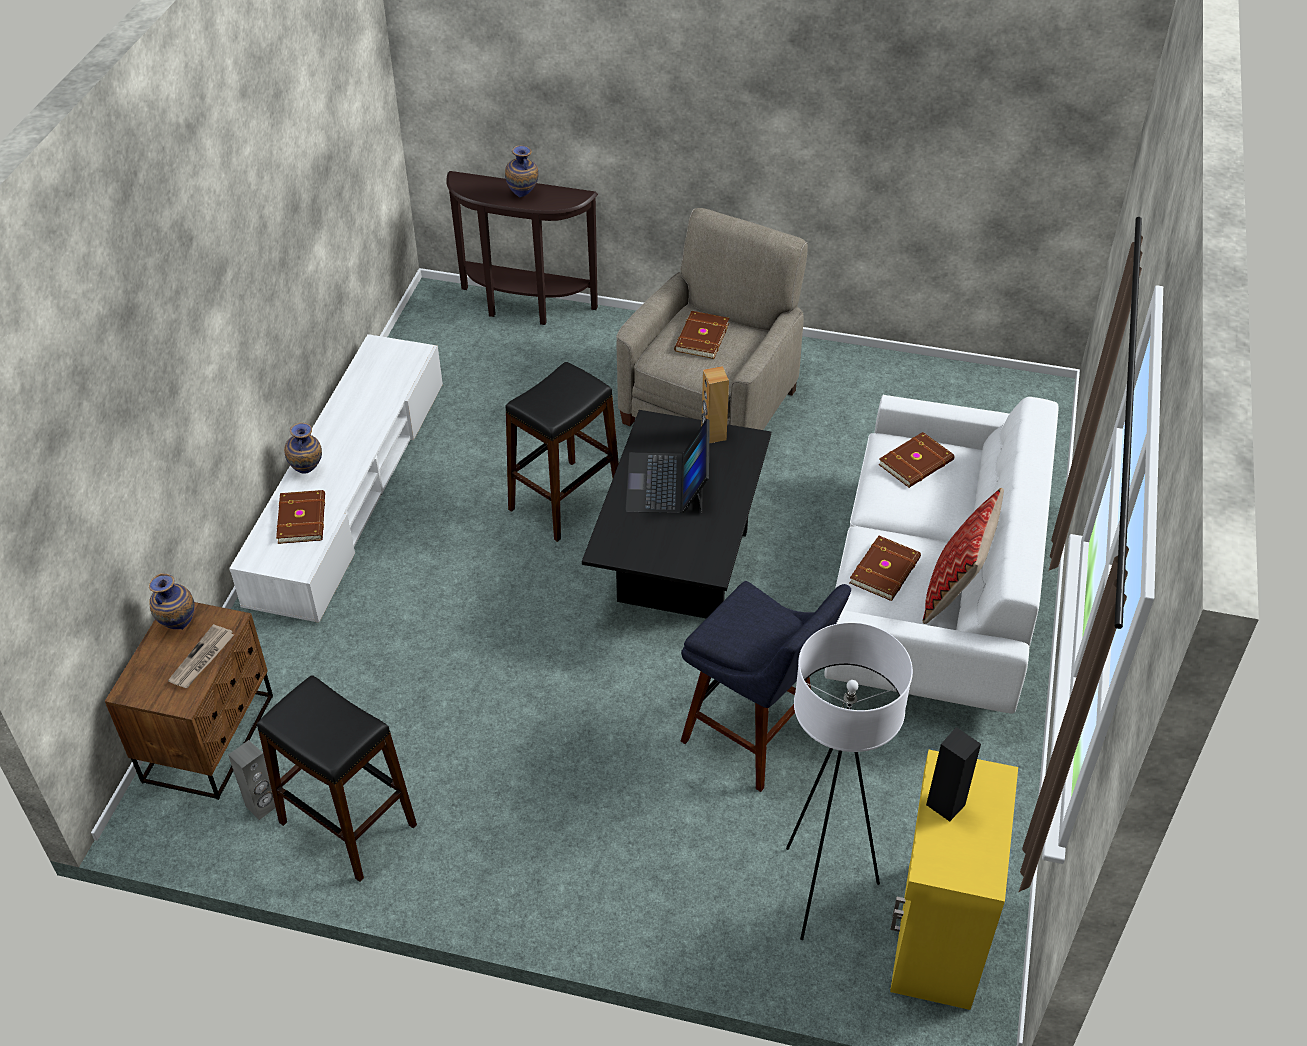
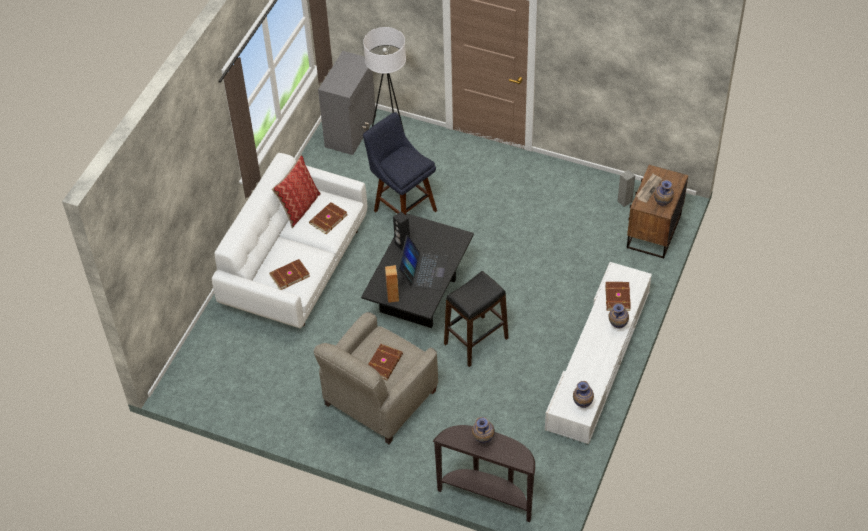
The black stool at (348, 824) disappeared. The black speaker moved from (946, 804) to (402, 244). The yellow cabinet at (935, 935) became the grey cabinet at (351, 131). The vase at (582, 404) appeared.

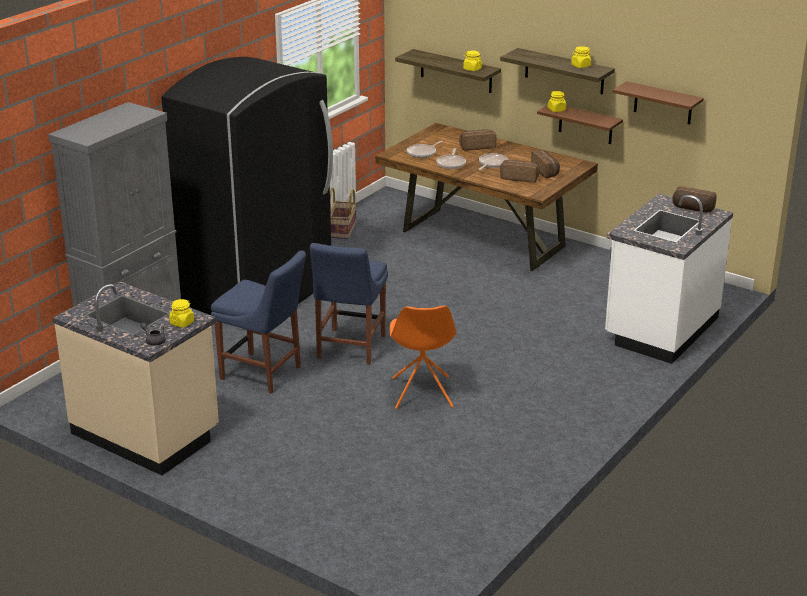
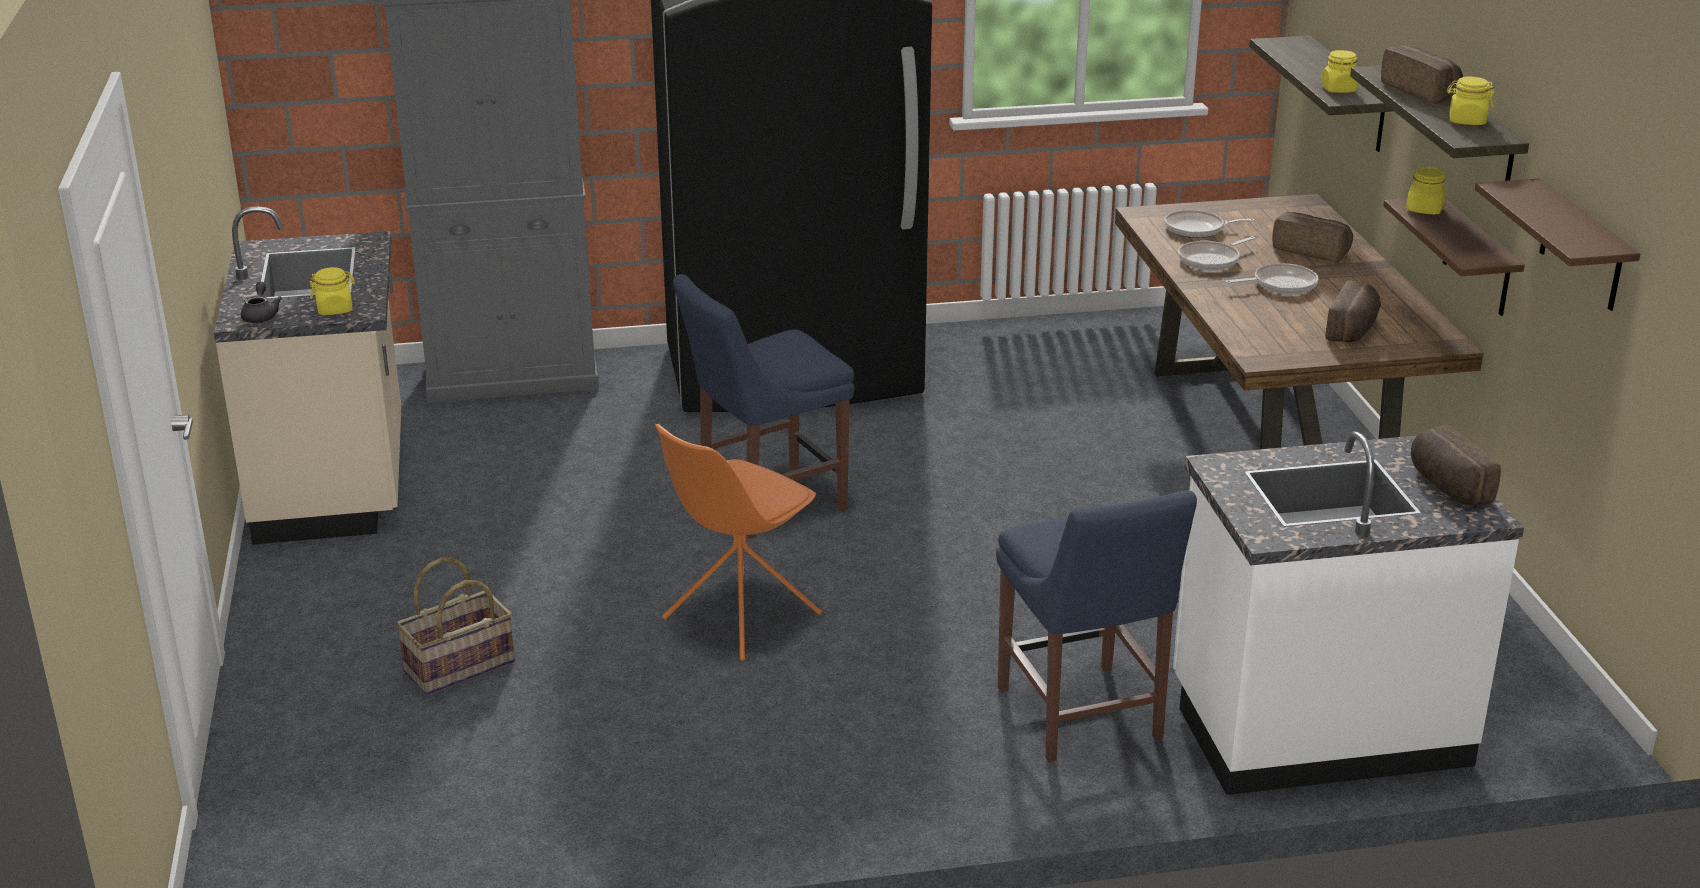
The bread moved from (519, 178) to (1422, 91). The basket moved from (343, 230) to (459, 668). The blue chair moved from (264, 374) to (1081, 718).

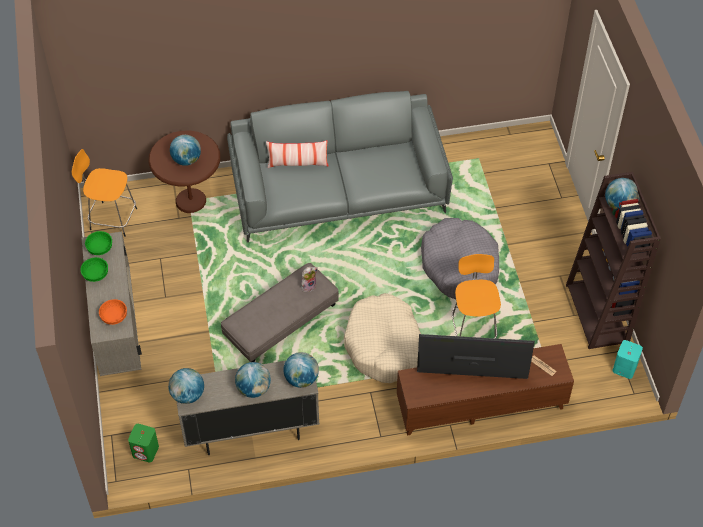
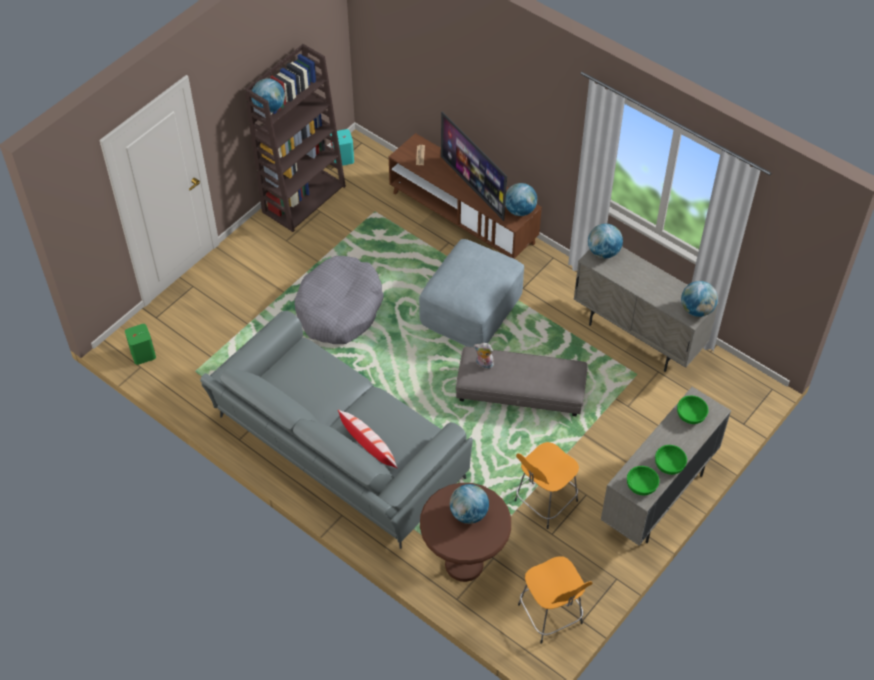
The orange stool moved from (473, 329) to (544, 502). The beige dog bed at (384, 346) was replaced by the grey ottoman at (471, 307). The orange bowl at (114, 316) became the green bowl at (690, 415). The globe moved from (253, 389) to (520, 210). The green speaker moved from (146, 451) to (143, 354).

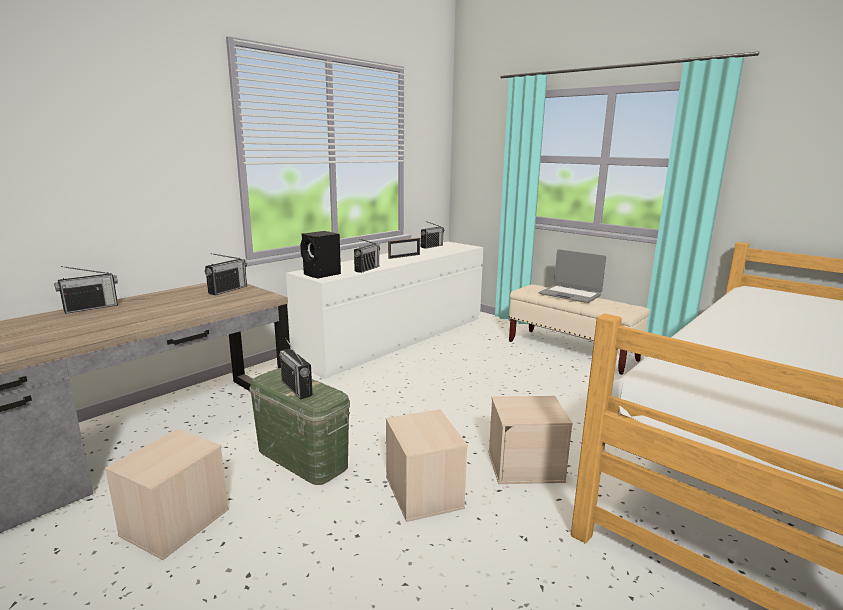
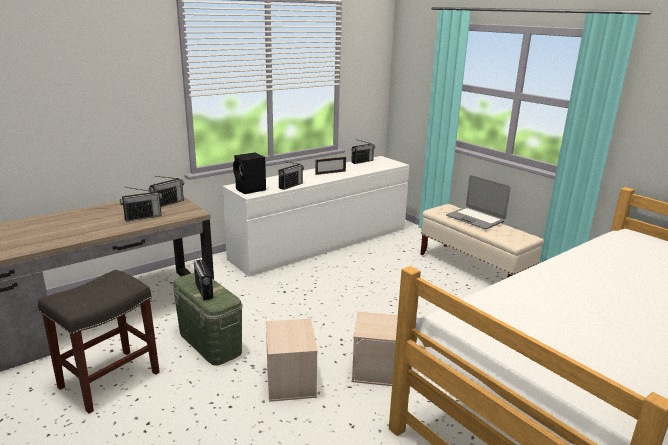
The radio moved from (91, 308) to (143, 217). The beige storage box at (175, 523) was replaced by the grey stool at (108, 381).

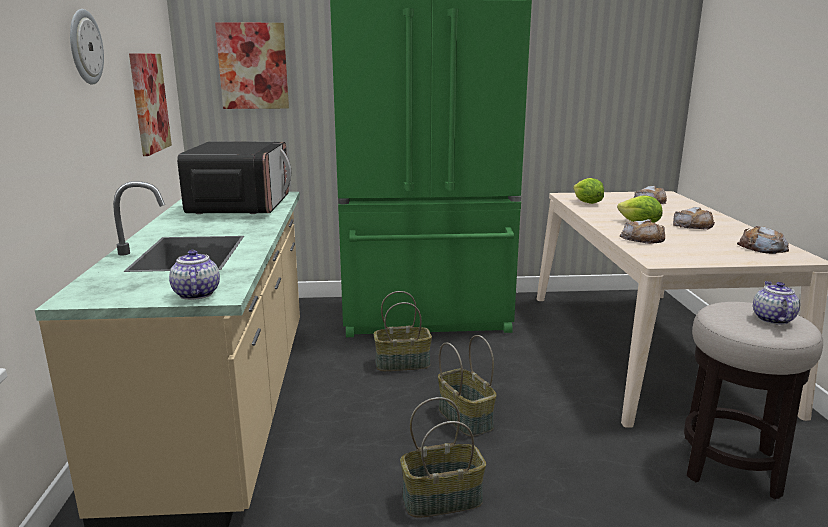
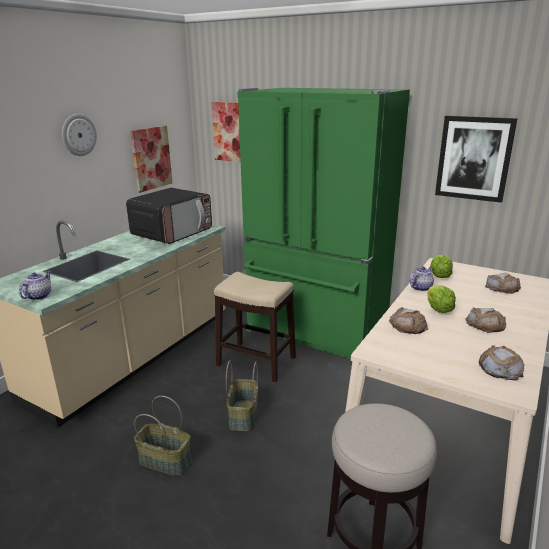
The teapot moved from (772, 319) to (420, 287). The basket at (403, 363) was replaced by the stool at (257, 361). The picture at (474, 158) appeared.

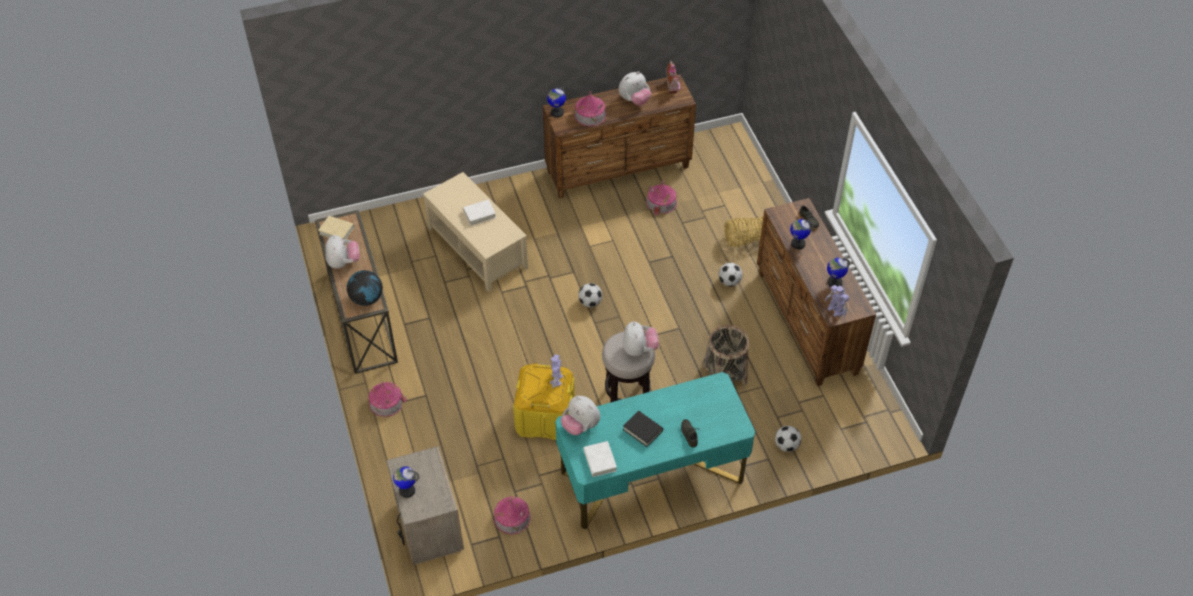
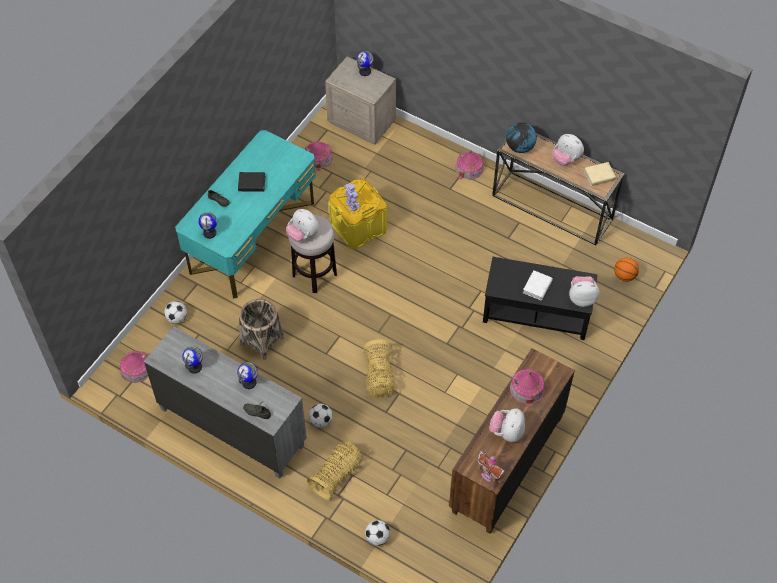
The globe moved from (557, 112) to (210, 233). The beige coffee table at (477, 248) became the black coffee table at (536, 312). The toy house moved from (661, 202) to (136, 369). The brown dresser at (806, 323) became the grey dresser at (232, 426). The football moved from (590, 302) to (377, 537). The toy robot at (835, 310) disappeared. The plush toy moved from (580, 425) to (582, 298). The white book at (600, 461) disappeared. The basketball at (624, 276) appeared. The basket at (379, 377) appeared.

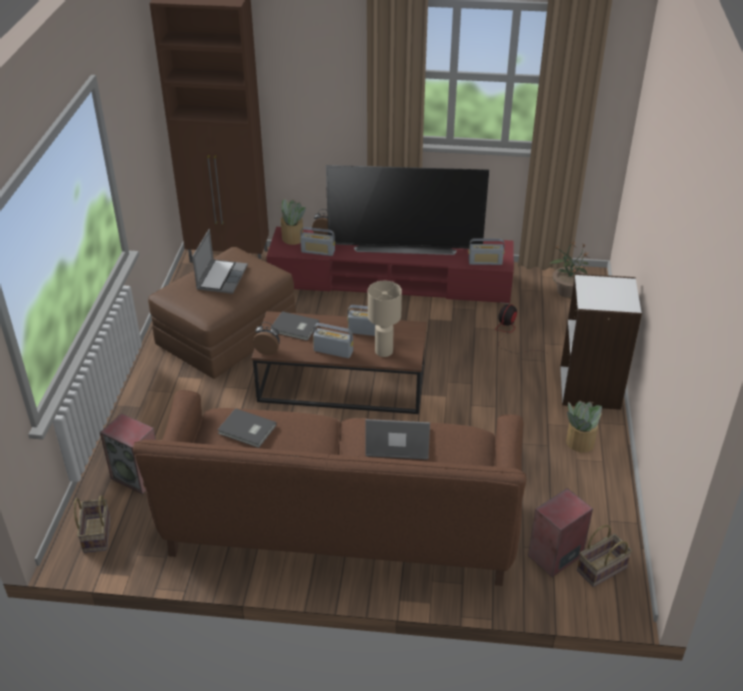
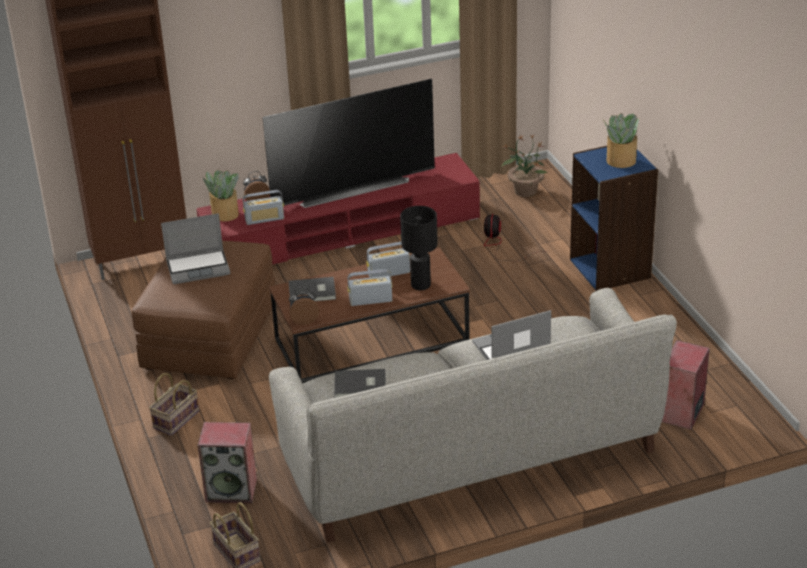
The laptop at (221, 277) turned 90 degrees clockwise. The radio at (485, 262) disappeared. The white bookcase at (590, 388) became the blue bookcase at (611, 268). The beige table lamp at (384, 351) became the black table lamp at (420, 285). The brown sofa at (340, 525) became the grey sofa at (472, 458). The potted plant moved from (579, 442) to (620, 161). The basket moved from (601, 570) to (176, 420).

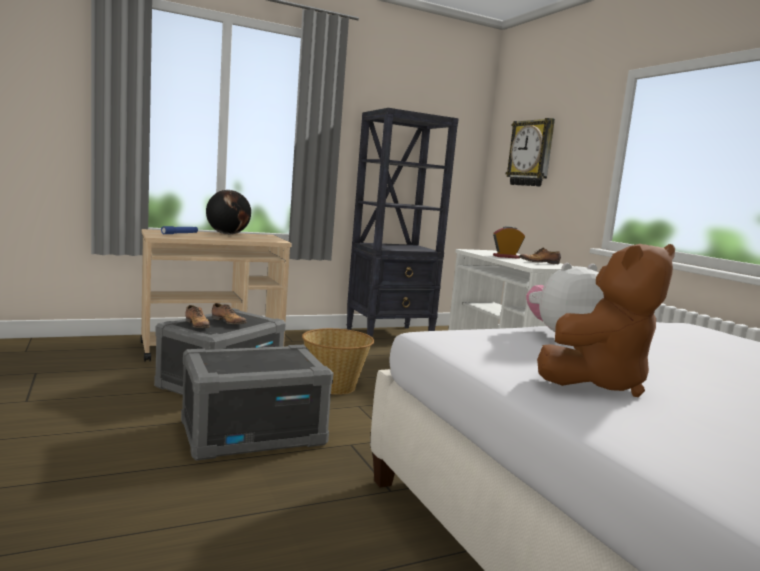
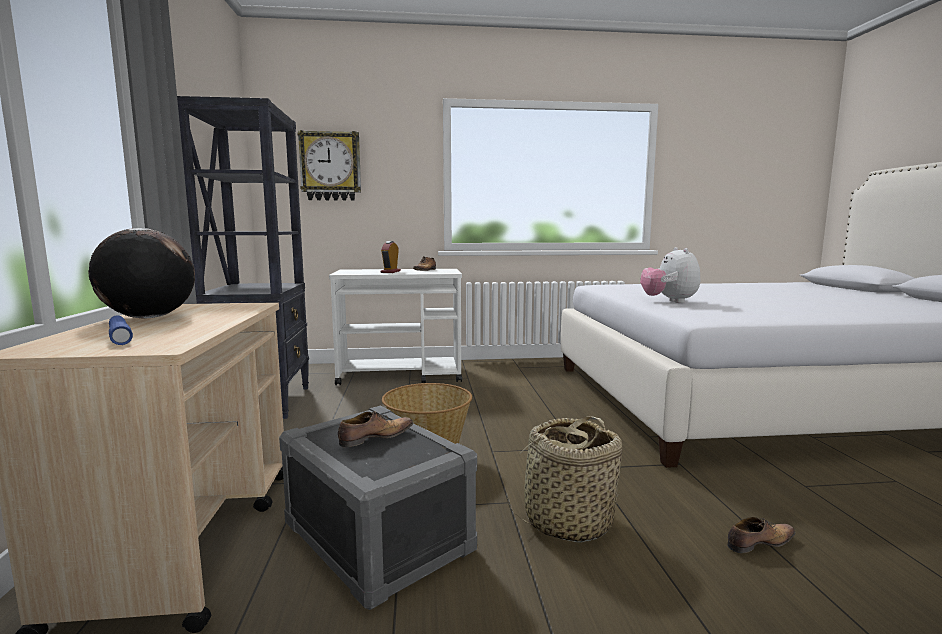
The brown plush toy at (597, 382) disappeared. The shoe moved from (197, 325) to (758, 543). The grey storage box at (253, 432) was replaced by the basket at (567, 521).

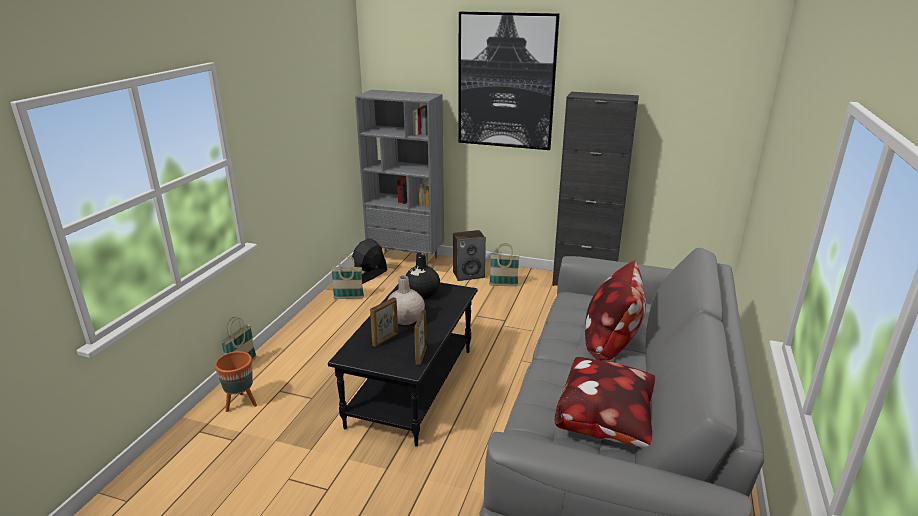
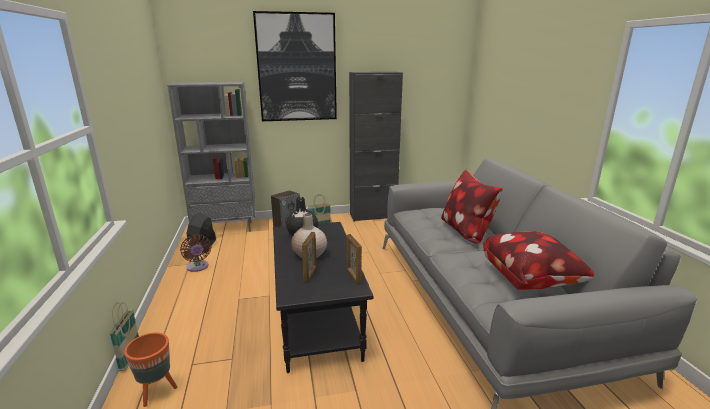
The basket at (349, 298) was replaced by the brown fan at (198, 267).

